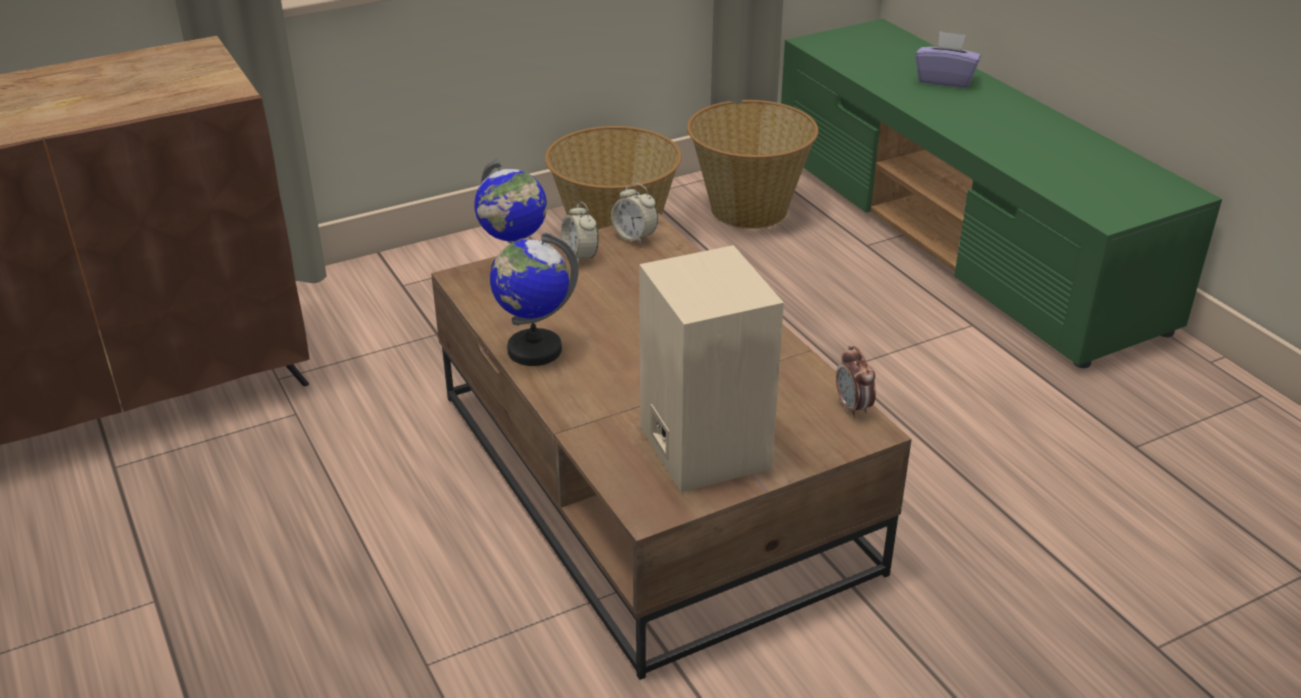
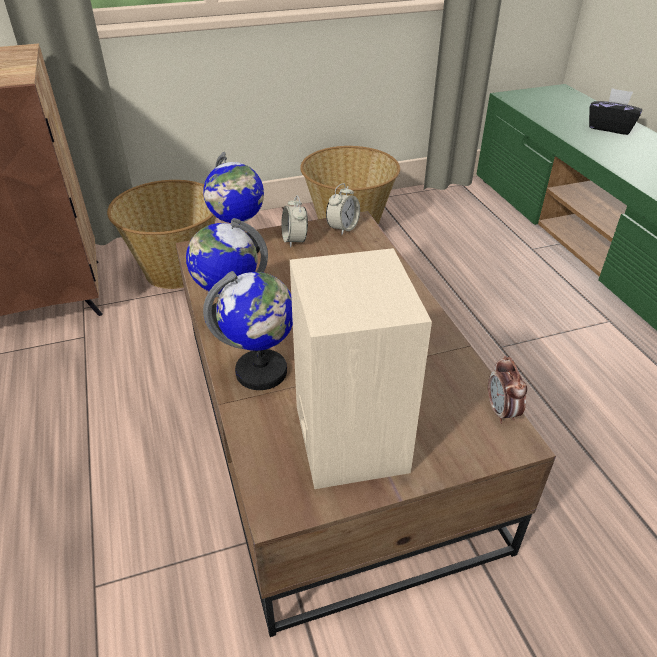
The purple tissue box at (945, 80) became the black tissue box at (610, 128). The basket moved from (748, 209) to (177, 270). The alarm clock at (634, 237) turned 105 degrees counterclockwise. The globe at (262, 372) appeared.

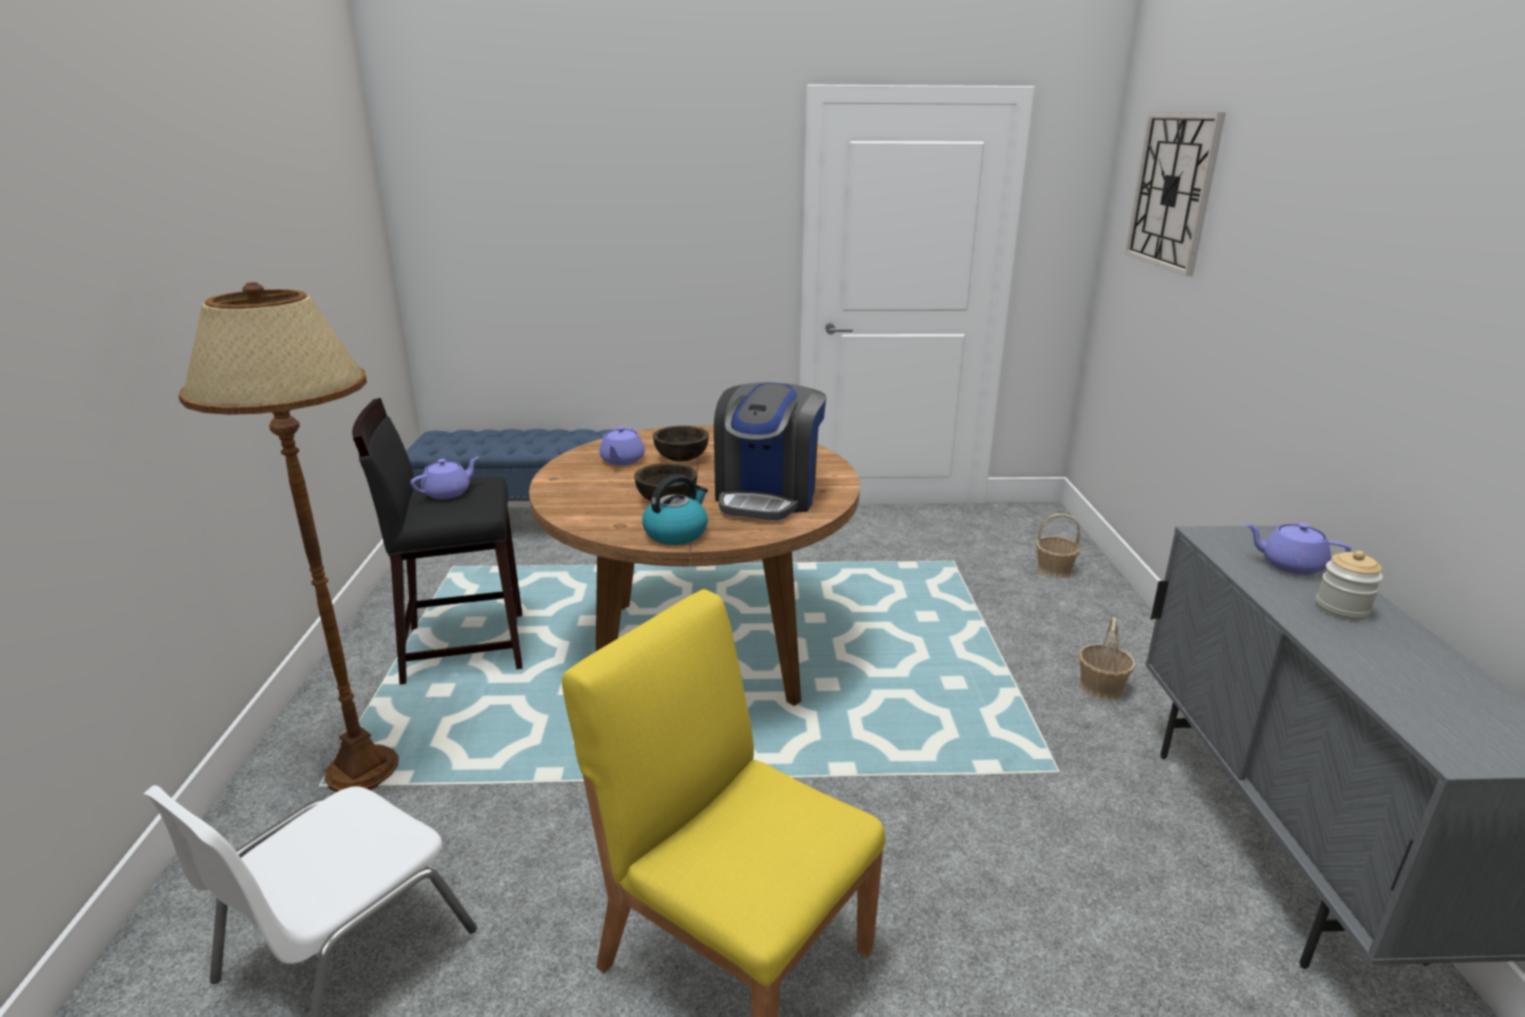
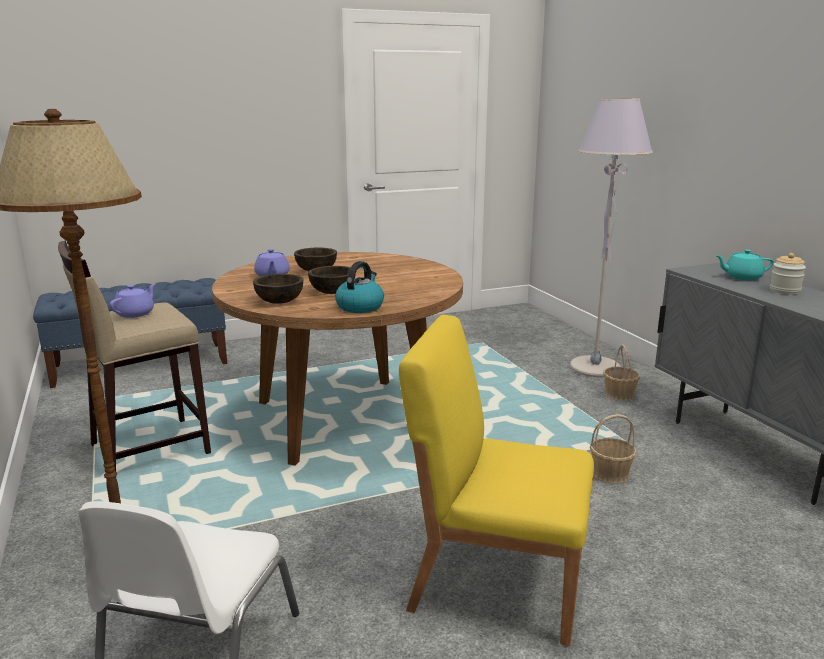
The wall clock at (1173, 191) disappeared. The coffee machine at (768, 496) disappeared. The black stool at (463, 647) became the beige stool at (148, 449). The basket moved from (1054, 570) to (610, 474). The purple teapot at (1290, 565) became the turquoise teapot at (741, 277). The grey floor lamp at (595, 368) appeared. The brown bowl at (279, 302) appeared.

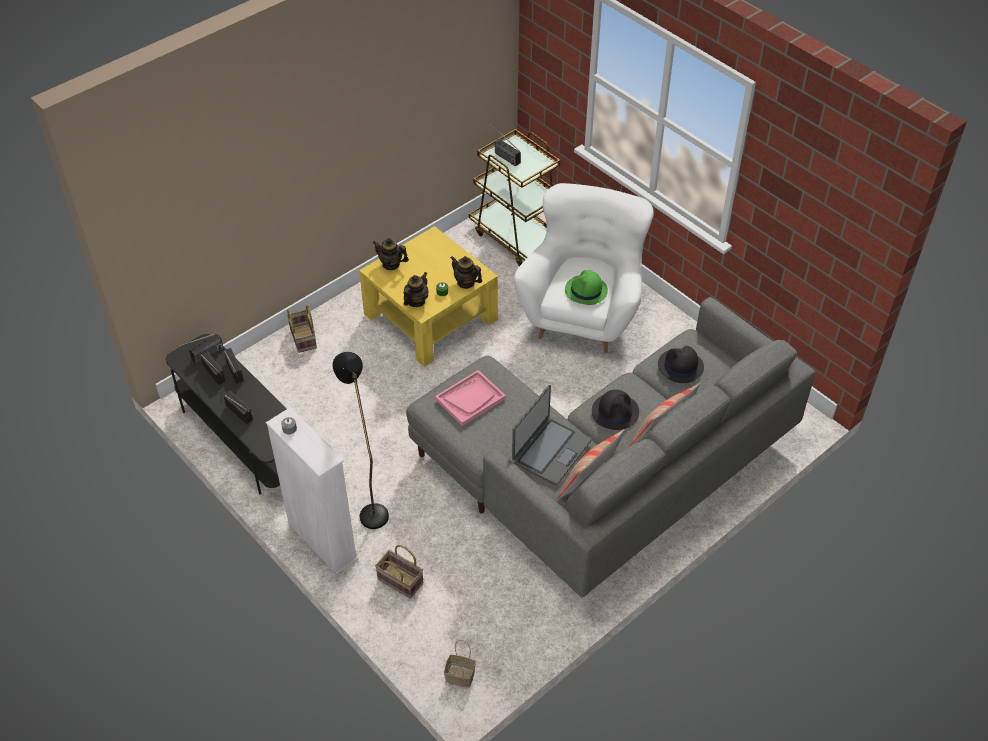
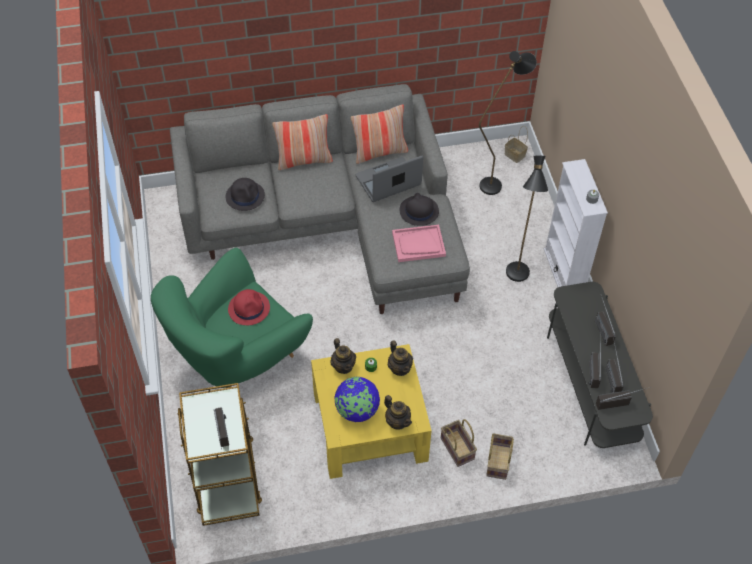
The white armchair at (583, 315) became the green armchair at (238, 360). The green hat at (586, 291) became the red hat at (249, 308). The teapot at (416, 301) turned 90 degrees counterclockwise. The black hat moved from (615, 412) to (418, 211). The basket moved from (399, 581) to (458, 449). The black floor lamp at (496, 182) appeared. The globe at (357, 410) appeared.

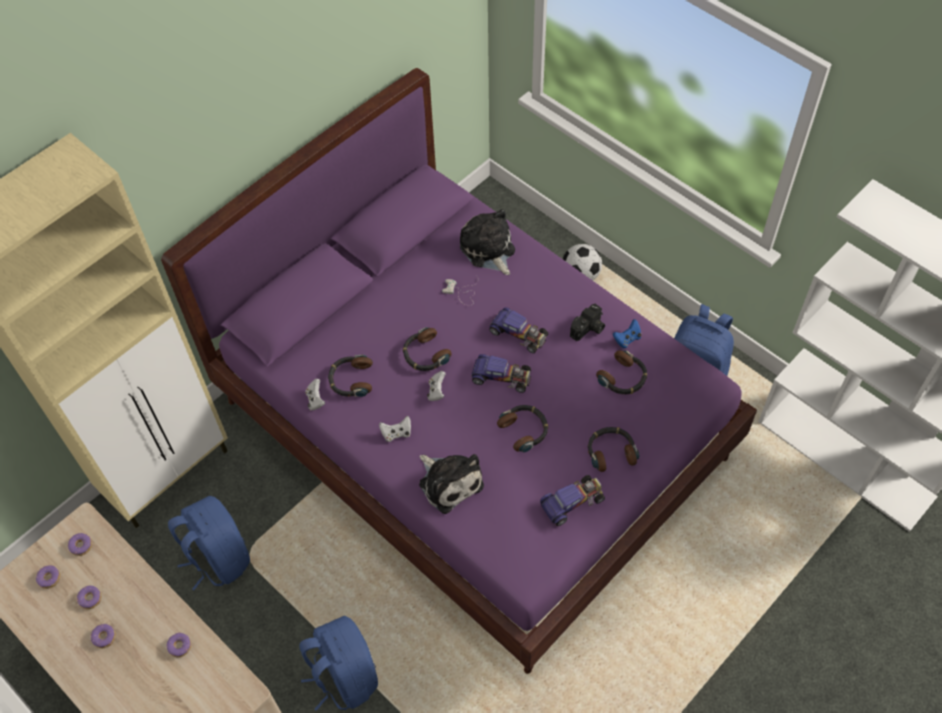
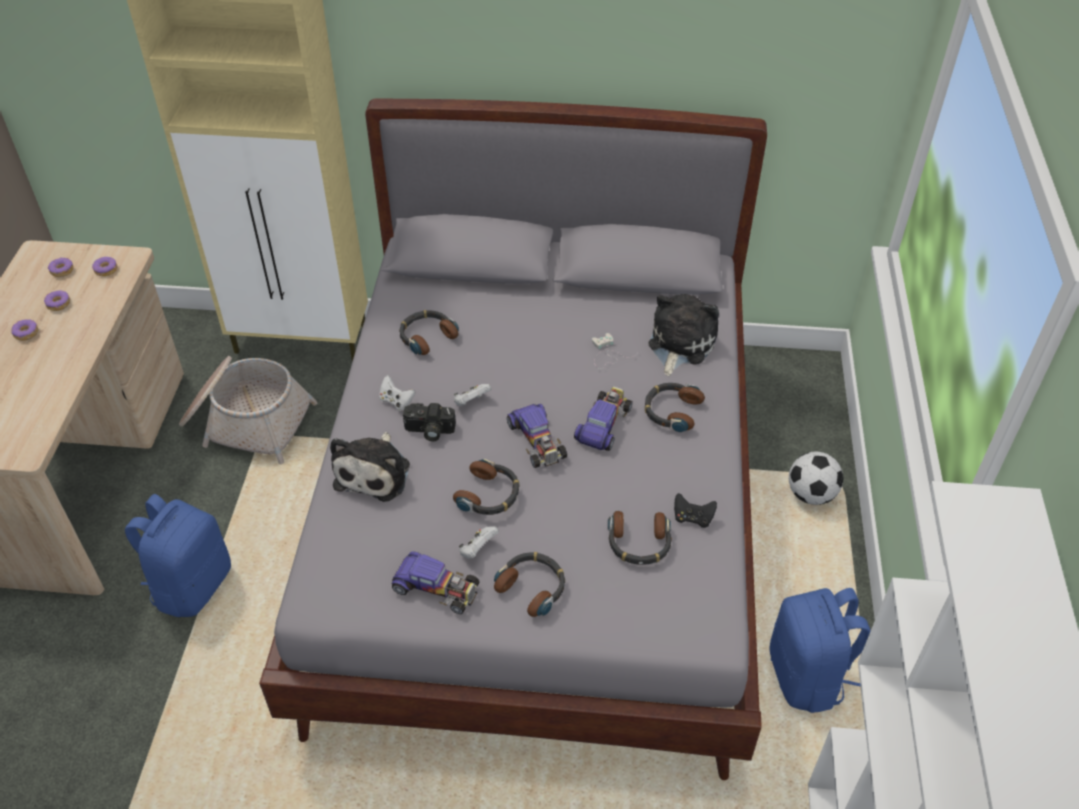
The purple bed at (474, 429) became the grey bed at (541, 519). The photo camera moved from (588, 329) to (429, 431). The toy car at (519, 333) turned 150 degrees counterclockwise. The blue game controller at (627, 339) became the black game controller at (692, 518). The headphones moved from (425, 354) to (671, 411). The white game controller moved from (315, 400) to (477, 549). The blue backpack at (218, 557) was replaced by the basket at (246, 421). The donut at (180, 646) disappeared.

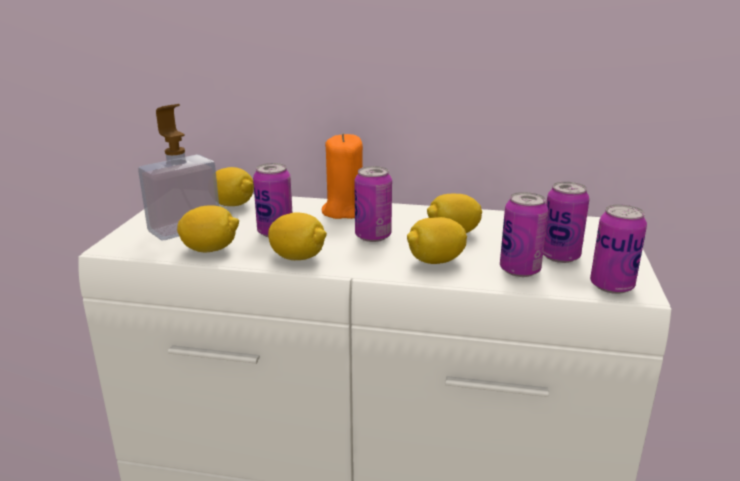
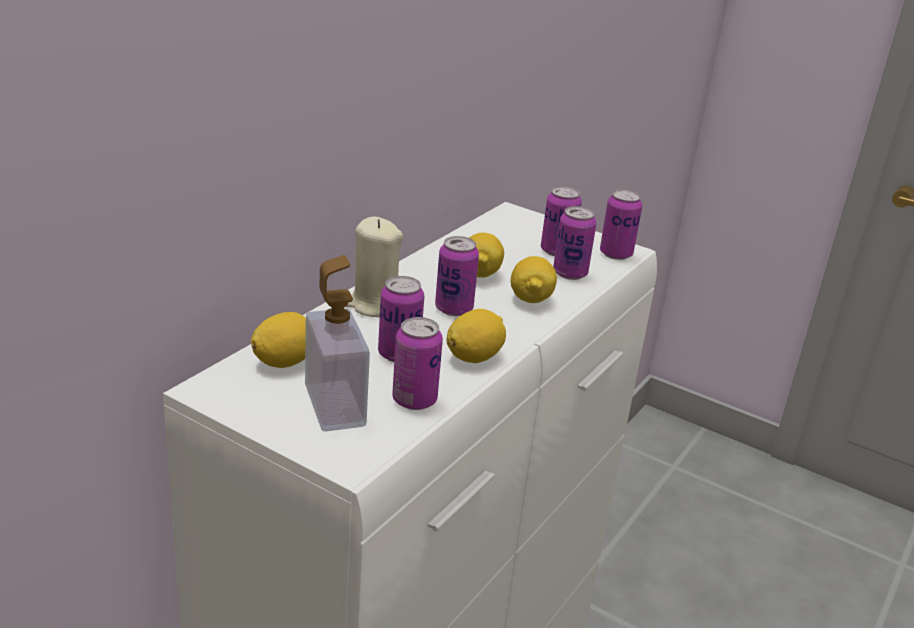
The orange candle at (344, 211) became the beige candle at (373, 304). The lemon at (210, 249) was replaced by the can at (414, 400).

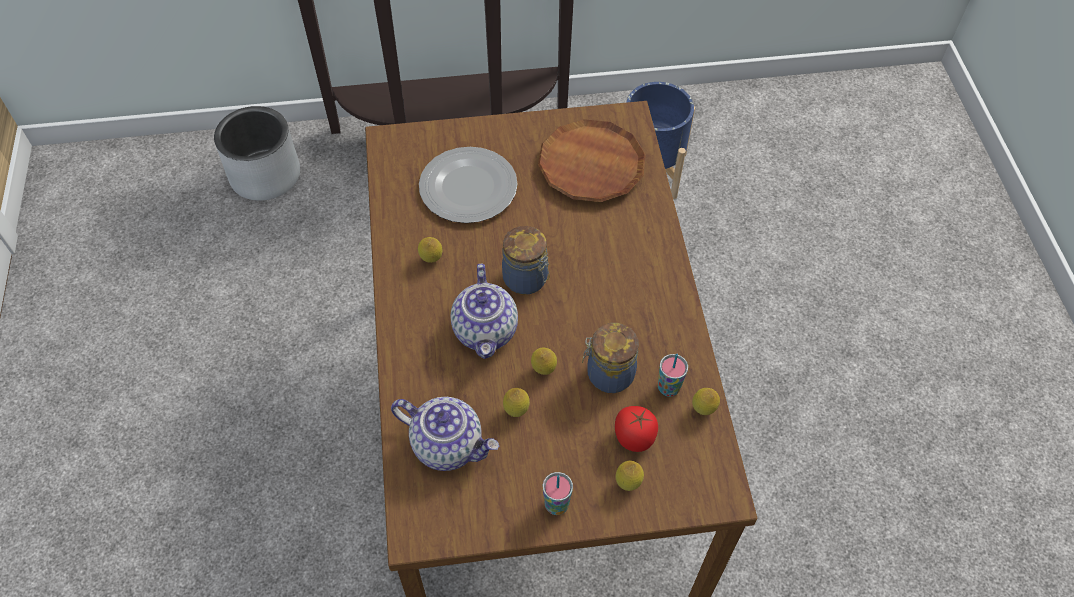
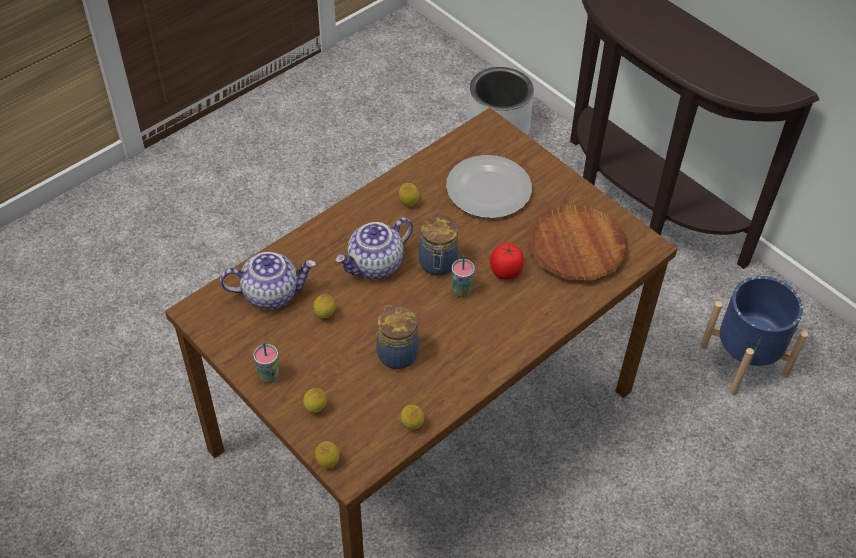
The lemon moved from (543, 370) to (328, 463). The cup moved from (668, 388) to (461, 291). The teapot at (448, 444) turned 90 degrees counterclockwise. The tomato moved from (634, 438) to (506, 272).

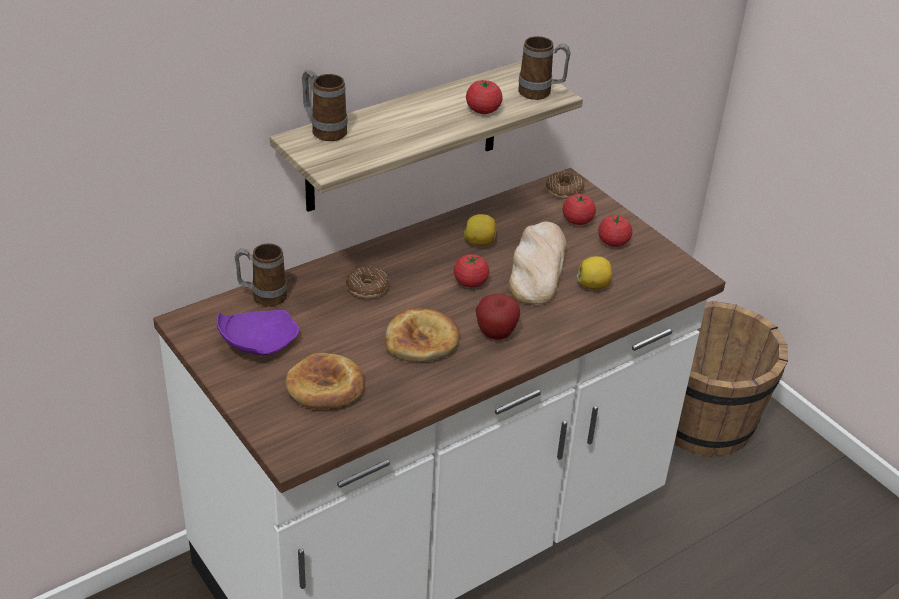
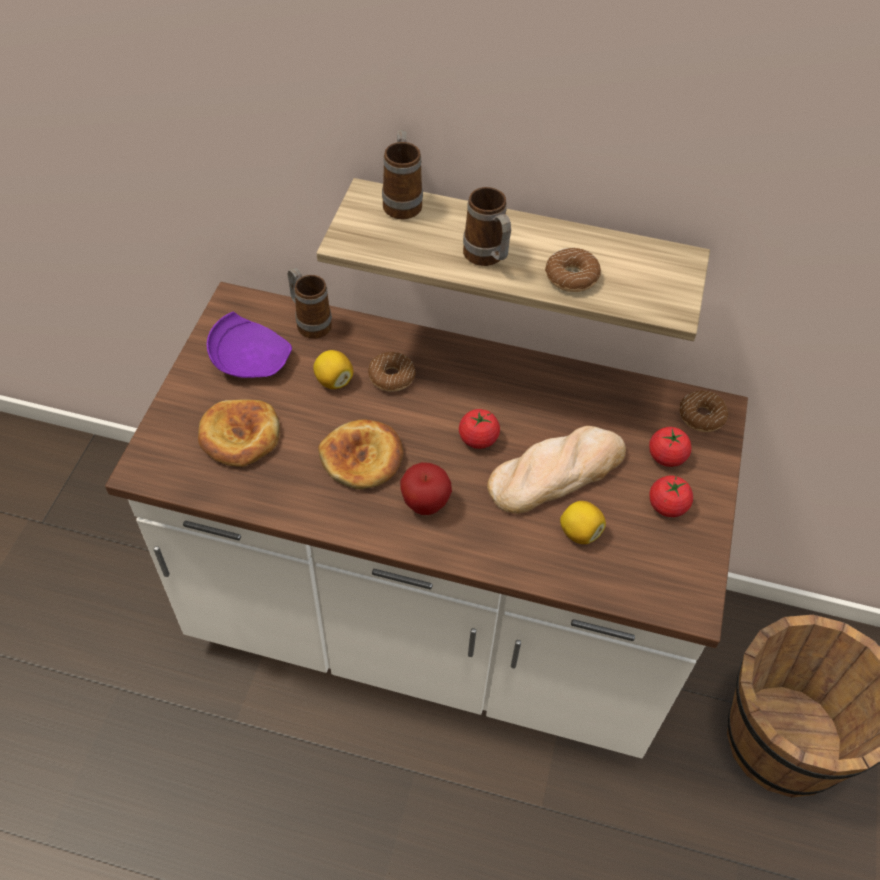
The mug moved from (541, 93) to (487, 258). The tomato at (483, 110) was replaced by the donut at (571, 277). The lemon moved from (480, 242) to (333, 381).

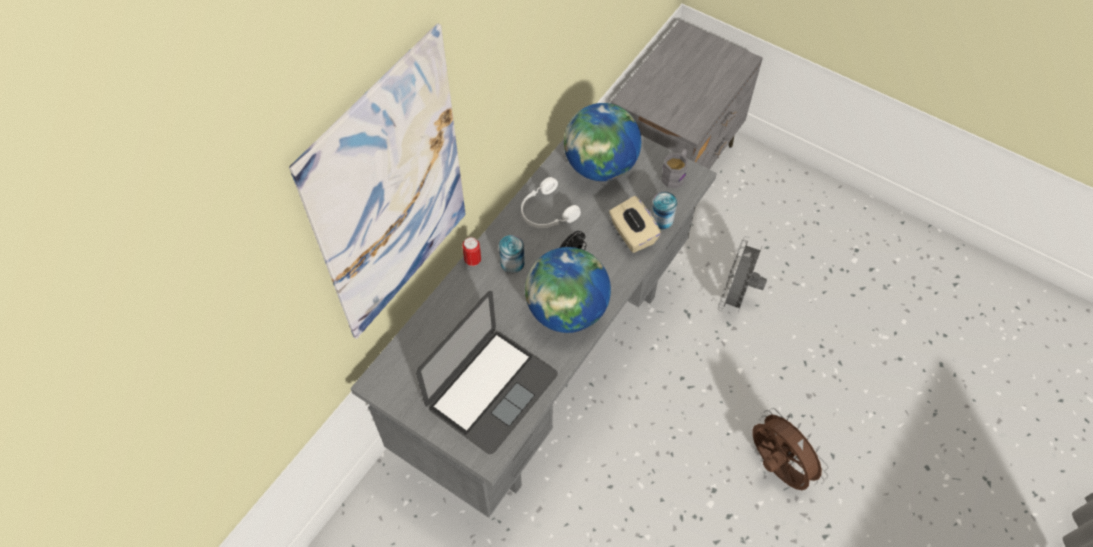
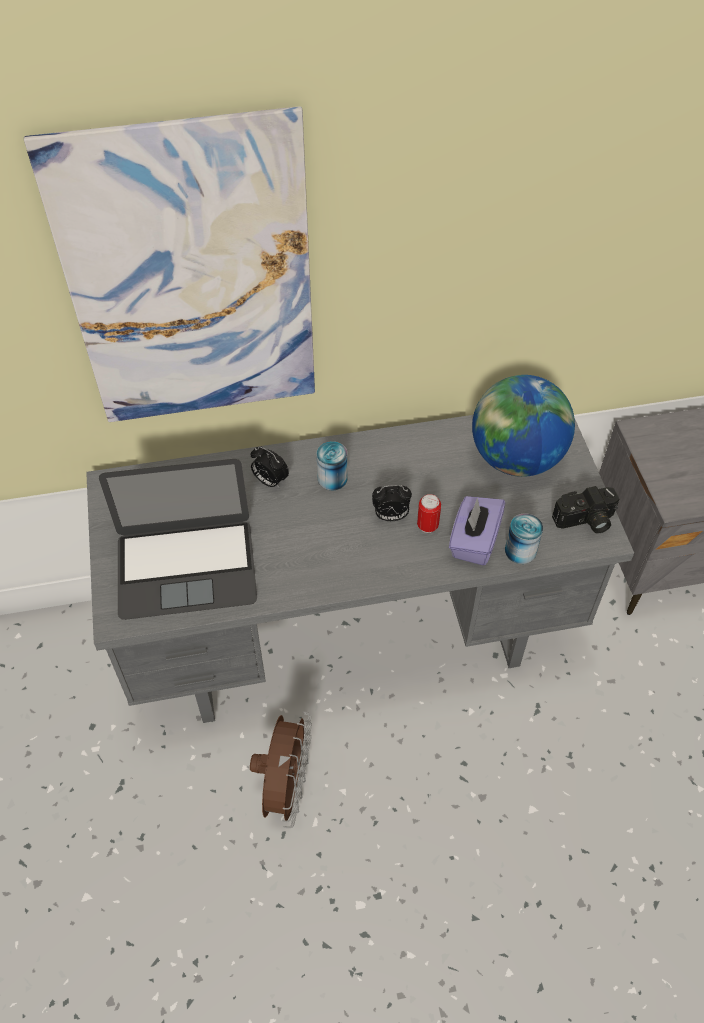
The grey mug at (675, 175) was replaced by the photo camera at (585, 521). The white headphones at (546, 212) disappeared. The beige tissue box at (632, 234) became the purple tissue box at (474, 541). The grey fan at (736, 297) disappeared. The can moved from (472, 260) to (427, 526). The globe at (567, 311) disappeared. The brown fan moved from (776, 467) to (286, 787). The alarm clock at (270, 481) appeared.

